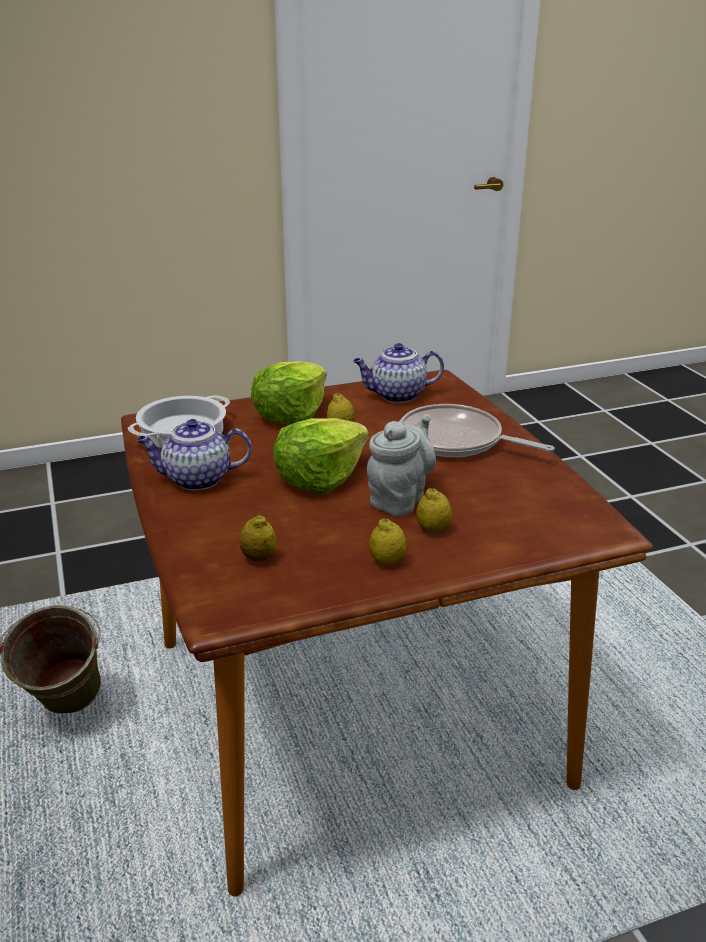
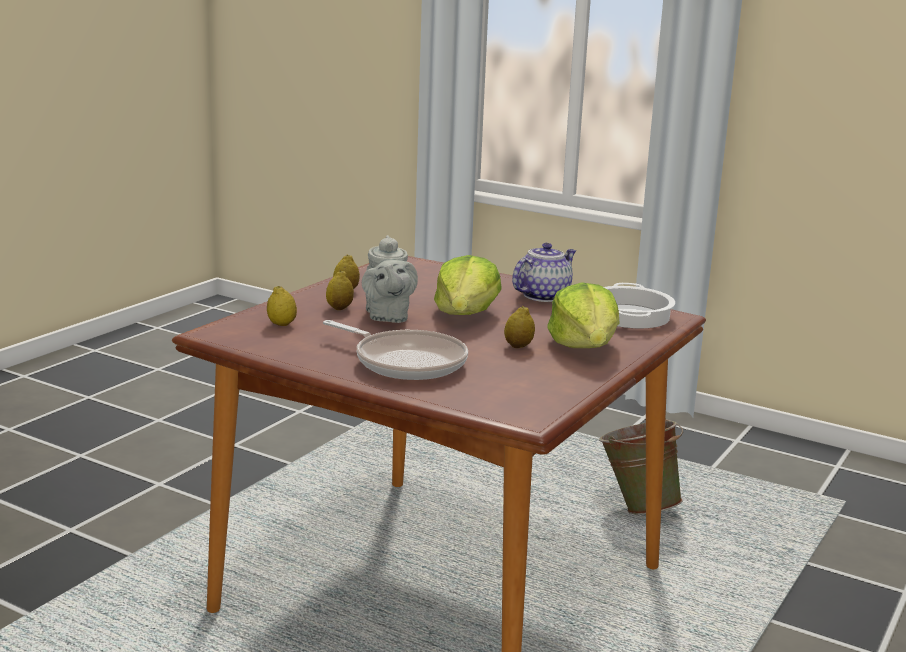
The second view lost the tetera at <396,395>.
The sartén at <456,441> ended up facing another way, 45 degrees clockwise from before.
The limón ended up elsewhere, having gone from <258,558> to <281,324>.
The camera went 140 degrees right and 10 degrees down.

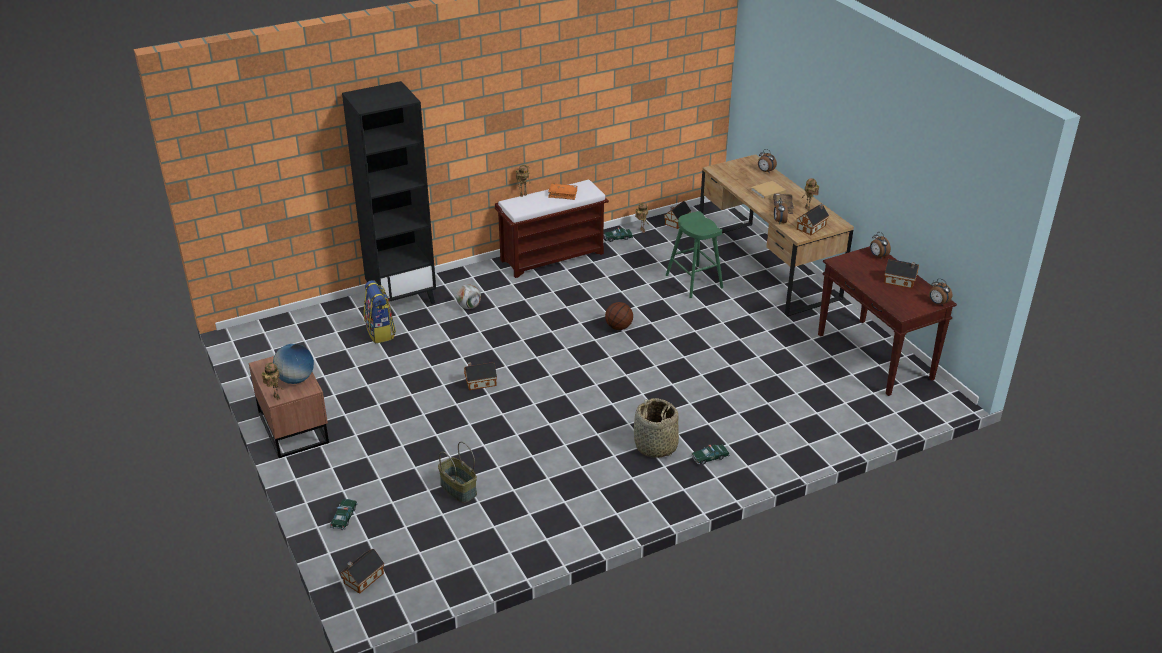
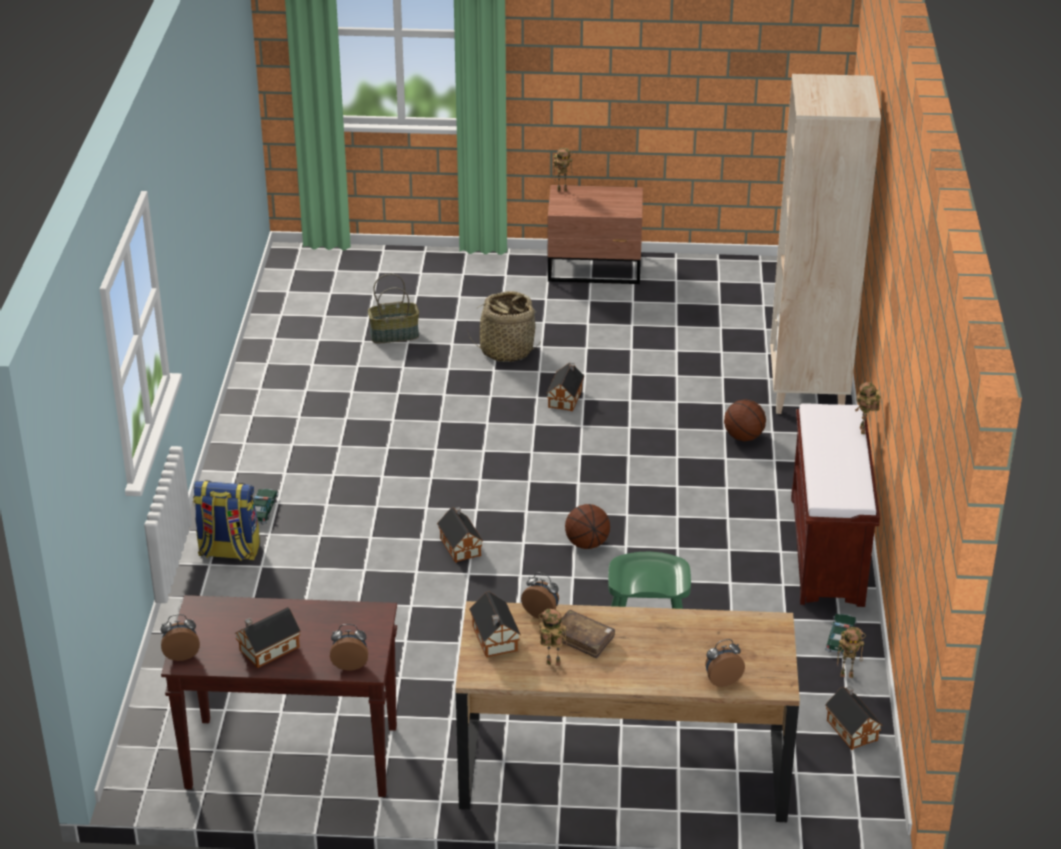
What was the estantería/negro at <402,298> turned into the estantería/beis at <808,392>.
The second view lost the libro/beis at <767,191>.
The second view lost the libro/naranja at <563,194>.
The mochila ended up elsewhere, having gone from <381,332> to <228,551>.
Where the balón de fútbol stood at <469,306>, the balón de baloncesto came to stand at <744,437>.
The second view lost the globo terráqueo at <296,379>.
The cesta ended up elsewhere, having gone from <656,446> to <506,350>.
The second view lost the coche de juguete at <344,517>.
The casita ended up elsewhere, having gone from <362,579> to <460,545>.
The camera went 120 degrees right and 0 degrees up.

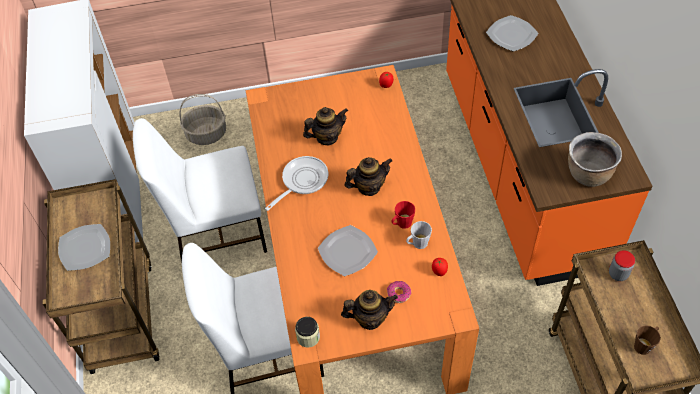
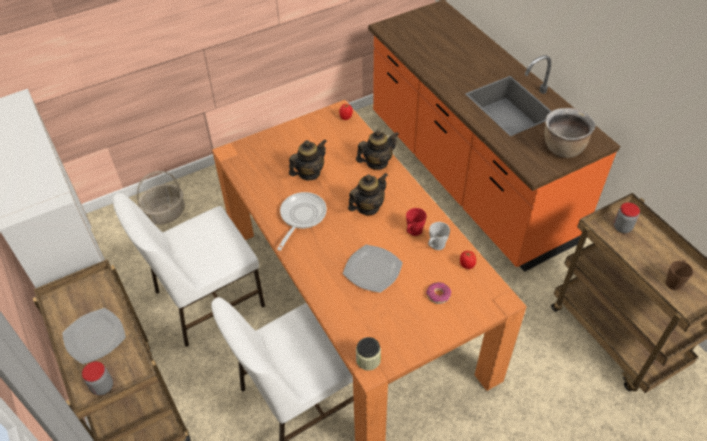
The second view lost the plato at <512,35>.
The tetera ended up elsewhere, having gone from <369,318> to <377,162>.
The second view gained the tarro at <102,387>.
The camera went 20 degrees left and 5 degrees down.

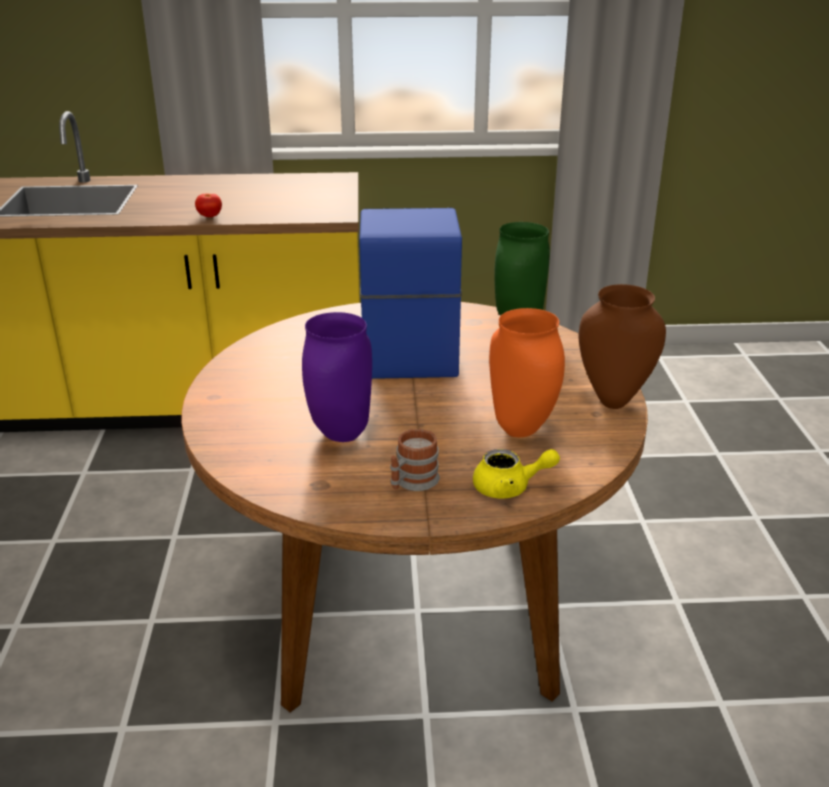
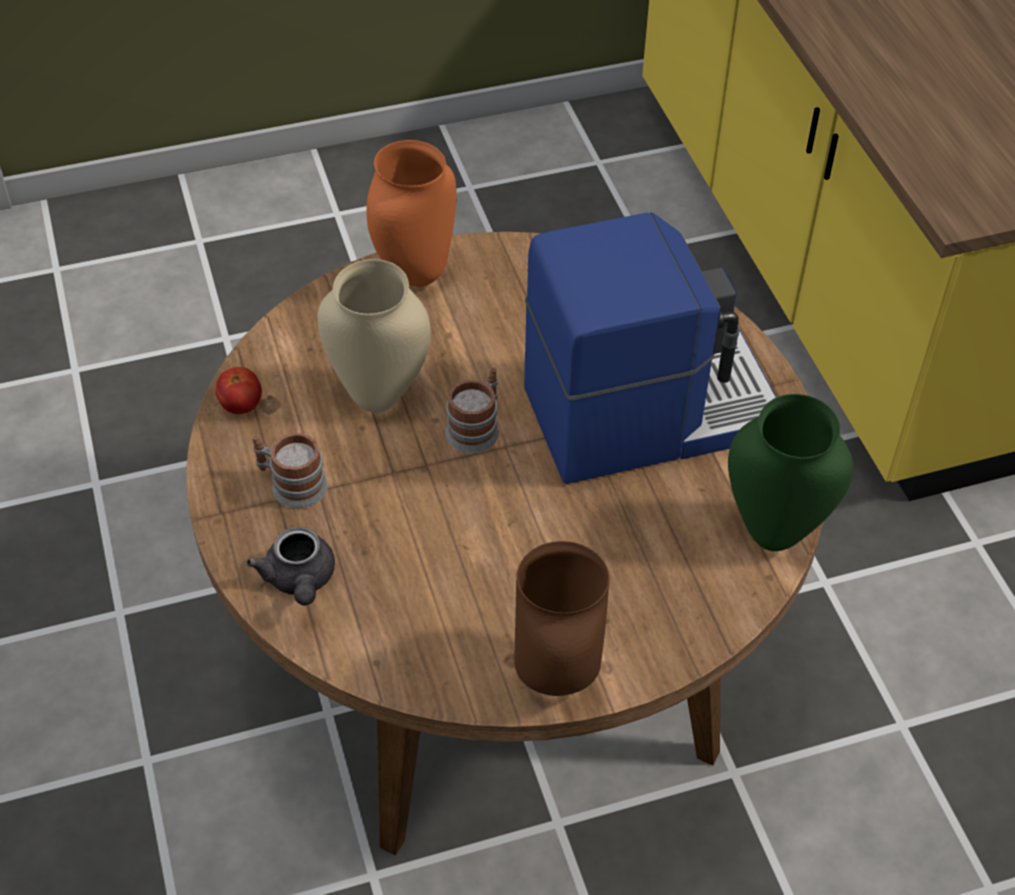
The tomate ended up elsewhere, having gone from <210,216> to <241,405>.
The florero/naranja ended up elsewhere, having gone from <520,430> to <414,273>.
What was the florero/morado at <342,435> turned into the florero/beis at <378,398>.
What was the tetera/amarillo at <509,487> turned into the tetera/gris at <299,581>.
The second view gained the taza grande at <477,427>.
The camera went 75 degrees right and 20 degrees up.

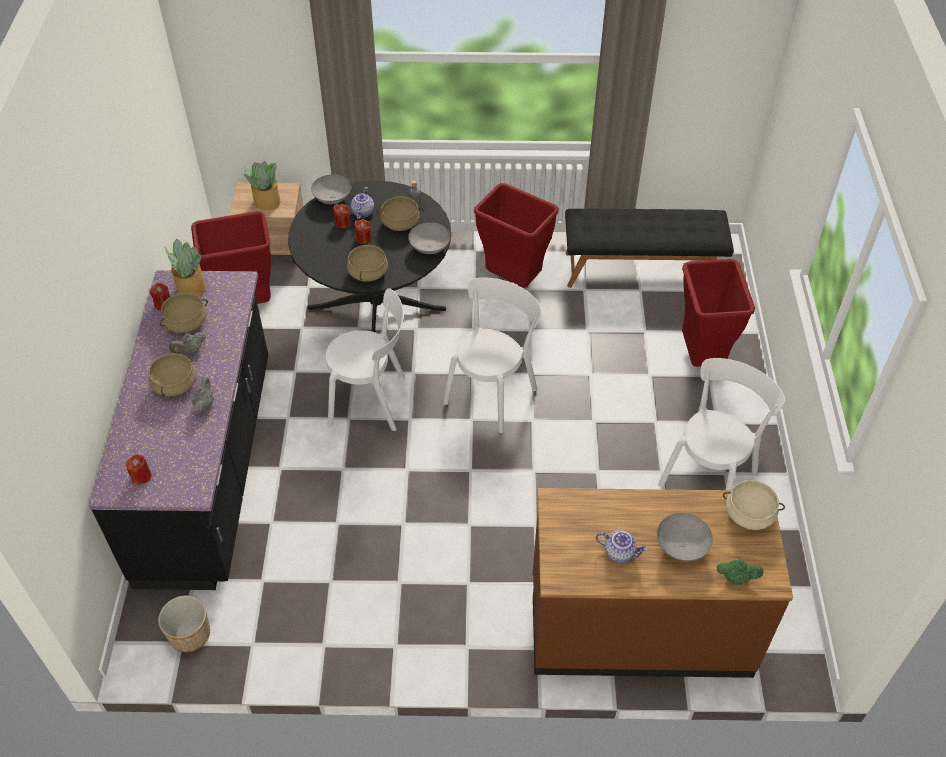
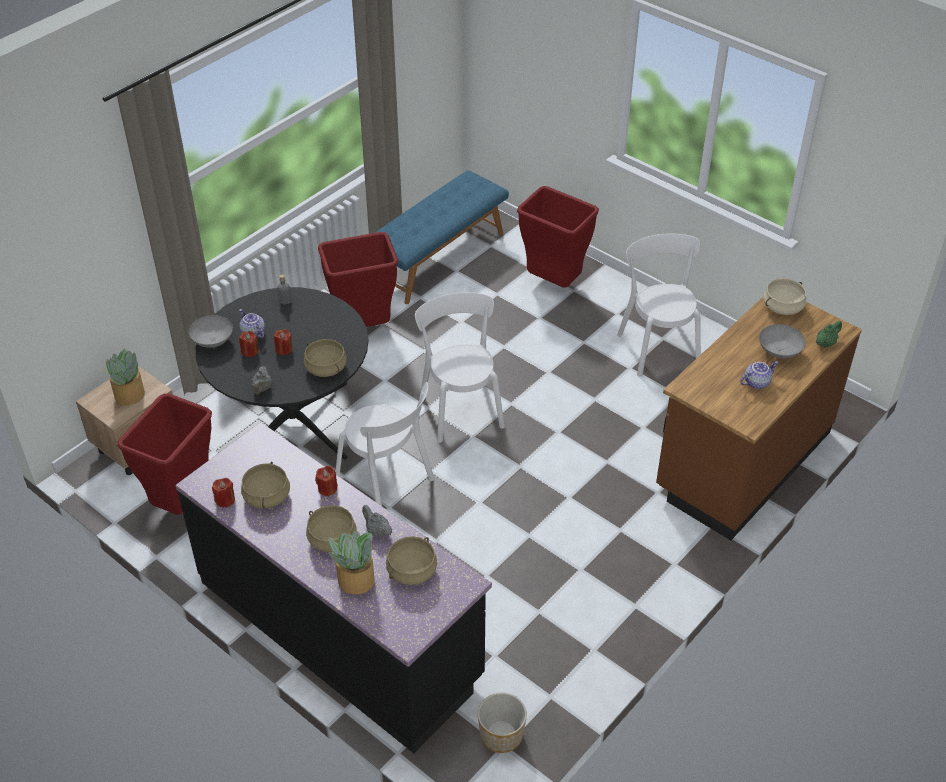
The olla/beis ended up elsewhere, having gone from <400,223> to <411,570>.
What was the banco/negro at <641,269> turned into the banco/azul at <438,257>.
The second view lost the cuenco/gris at <429,247>.
The planta en maceta ended up elsewhere, having gone from <191,288> to <355,580>.
The silla/blanco at <371,401> ended up facing another way, 90 degrees clockwise from before.
The tetera/gris ended up elsewhere, having gone from <190,352> to <262,389>.
The vela/rojo ended up elsewhere, having gone from <141,476> to <327,488>.
The camera went 50 degrees left and 5 degrees down.

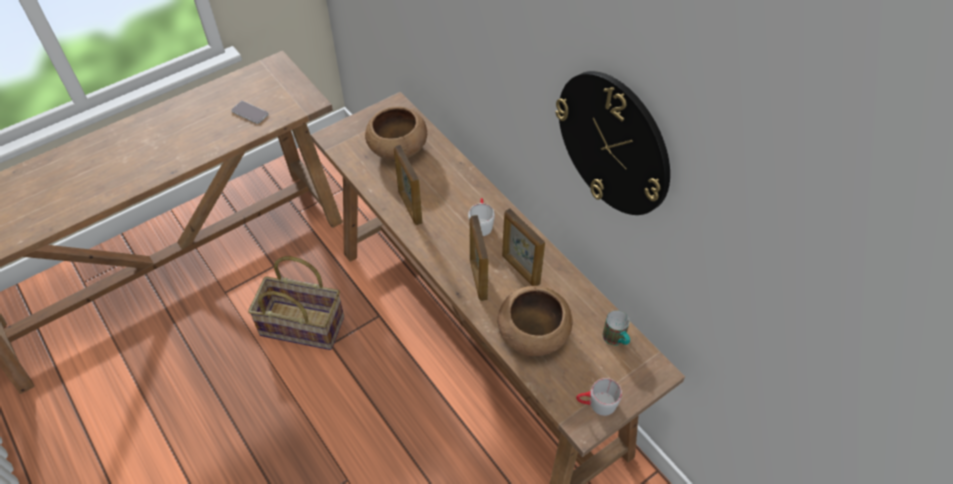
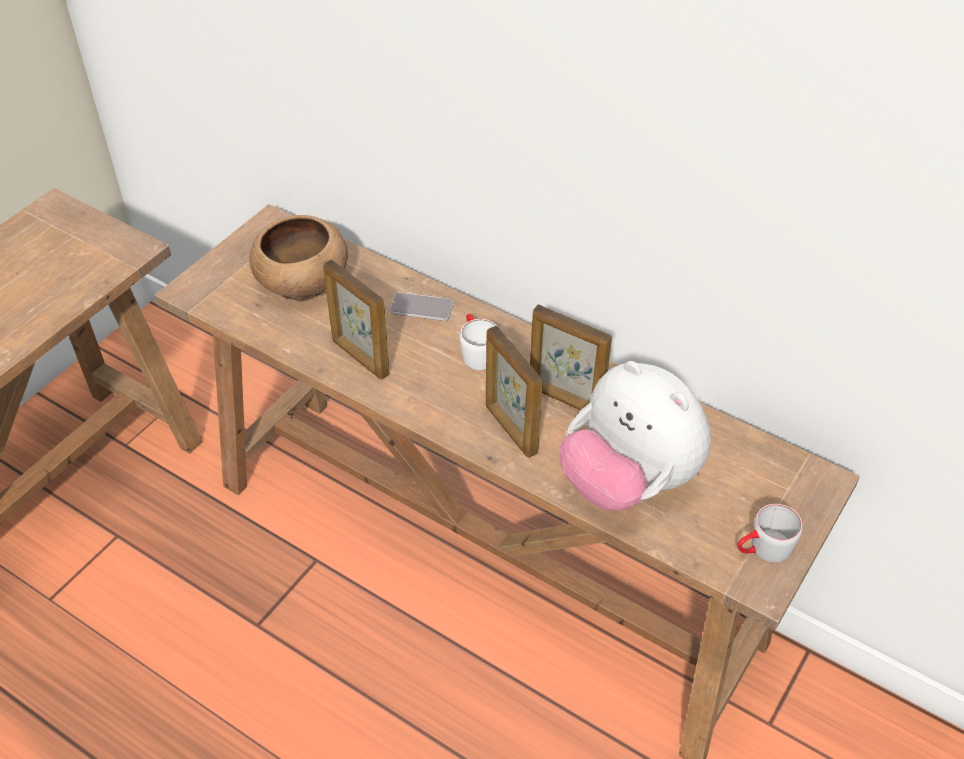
The second view lost the reloj de pared at <613,143>.
The móvil ended up elsewhere, having gone from <250,113> to <421,308>.
The second view lost the cesta at <303,325>.
Where the cuenco/marrón stood at <534,334>, the peluche came to stand at <628,481>.
The second view lost the taza grande at <616,340>.
The camera went 20 degrees left and 5 degrees down.

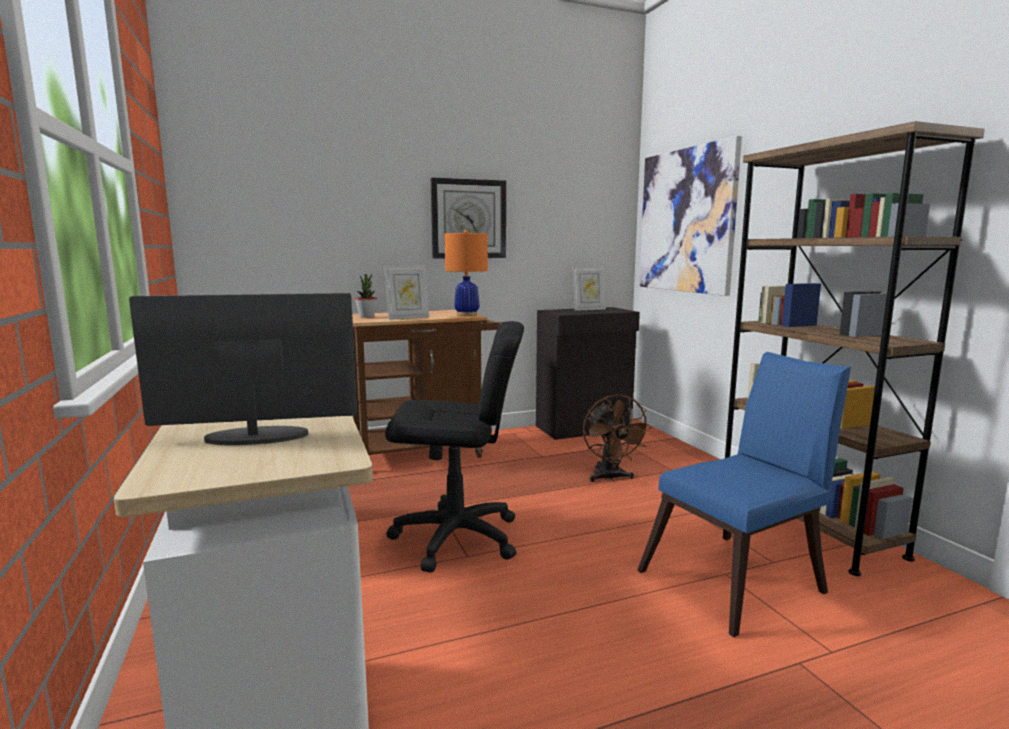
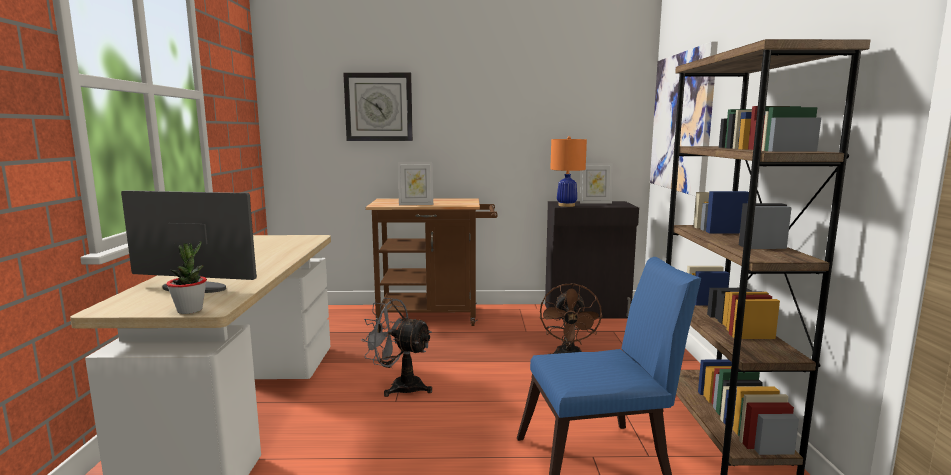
The reloj de pared ended up elsewhere, having gone from <468,219> to <378,107>.
The lámpara de mesa/naranja ended up elsewhere, having gone from <466,315> to <566,205>.
The planta en maceta ended up elsewhere, having gone from <366,316> to <190,310>.
Where the silla de oficina/negro stood at <456,538>, the ventilador/gris came to stand at <399,386>.
The camera went 20 degrees right and 0 degrees up.

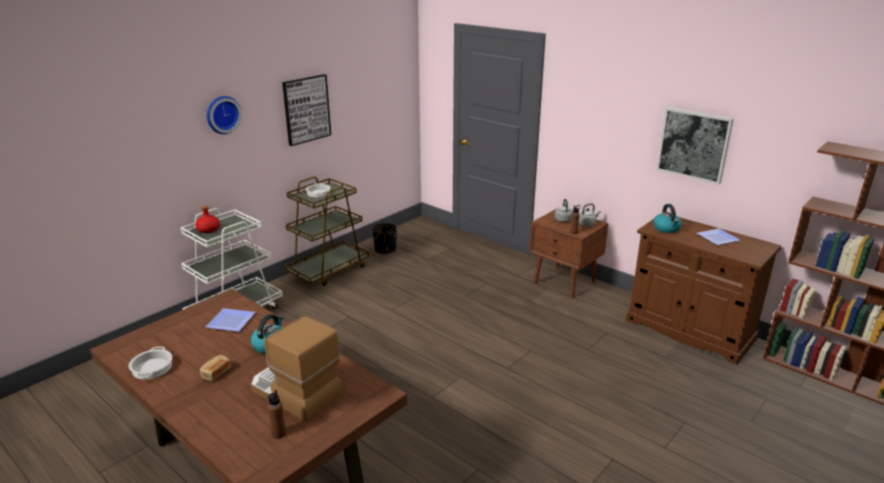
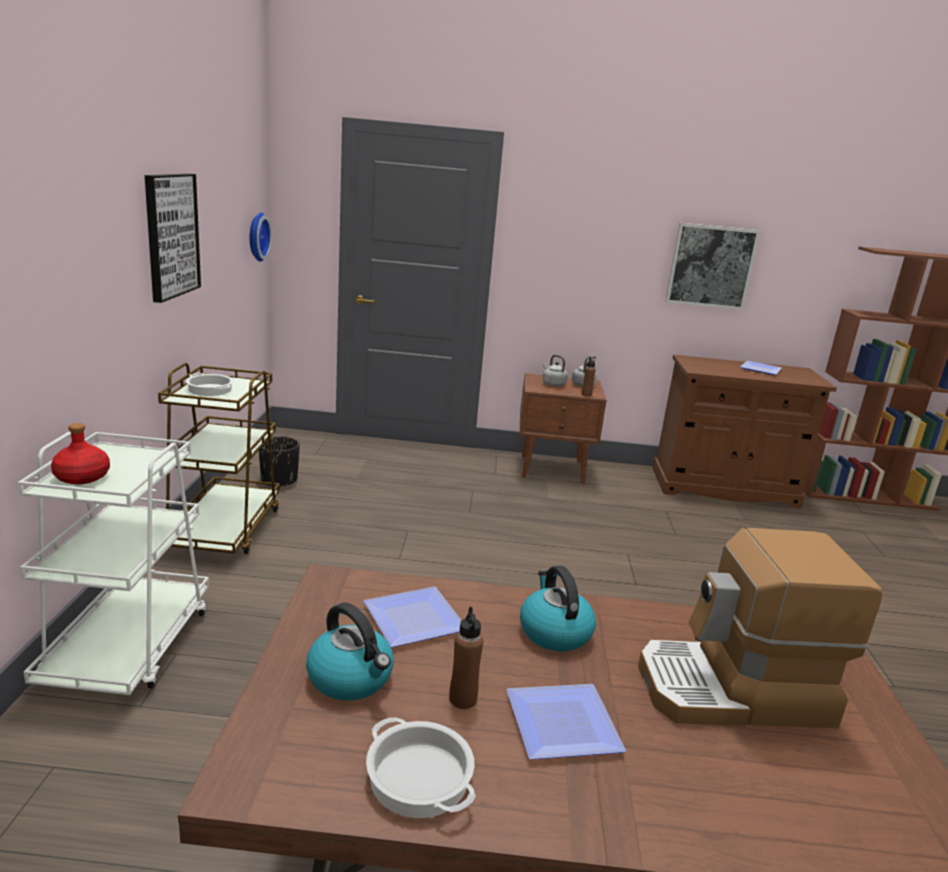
The reloj de pared ended up elsewhere, having gone from <222,114> to <256,236>.
The hervidor ended up elsewhere, having gone from <666,229> to <351,678>.
Where the pan stood at <215,373>, the plato came to stand at <558,722>.
The botella/marrón ended up elsewhere, having gone from <278,434> to <462,699>.
The camera went 40 degrees left and 5 degrees down.

